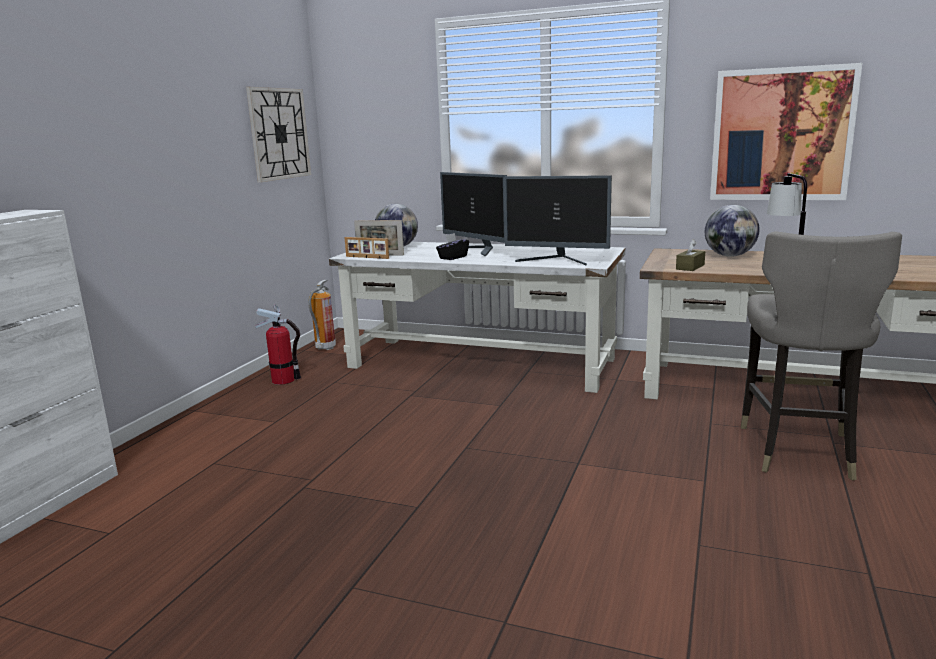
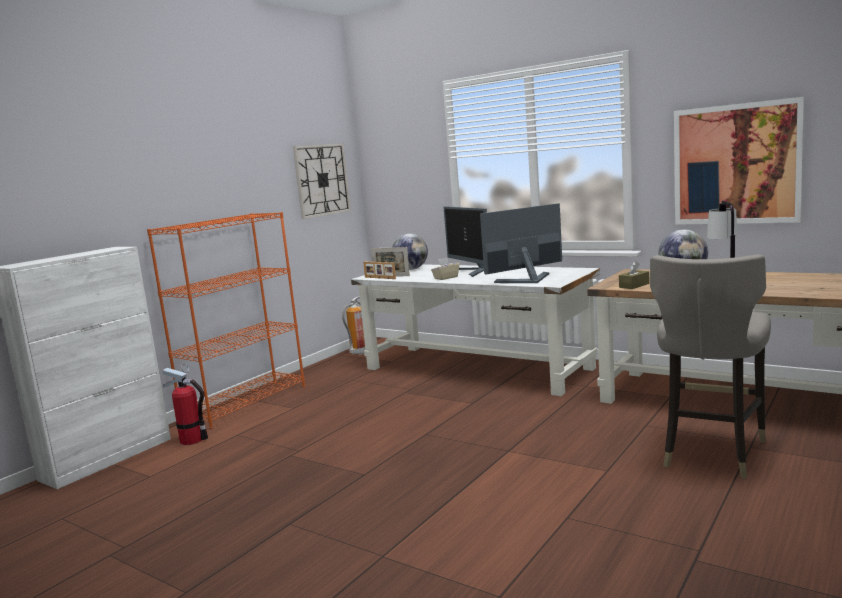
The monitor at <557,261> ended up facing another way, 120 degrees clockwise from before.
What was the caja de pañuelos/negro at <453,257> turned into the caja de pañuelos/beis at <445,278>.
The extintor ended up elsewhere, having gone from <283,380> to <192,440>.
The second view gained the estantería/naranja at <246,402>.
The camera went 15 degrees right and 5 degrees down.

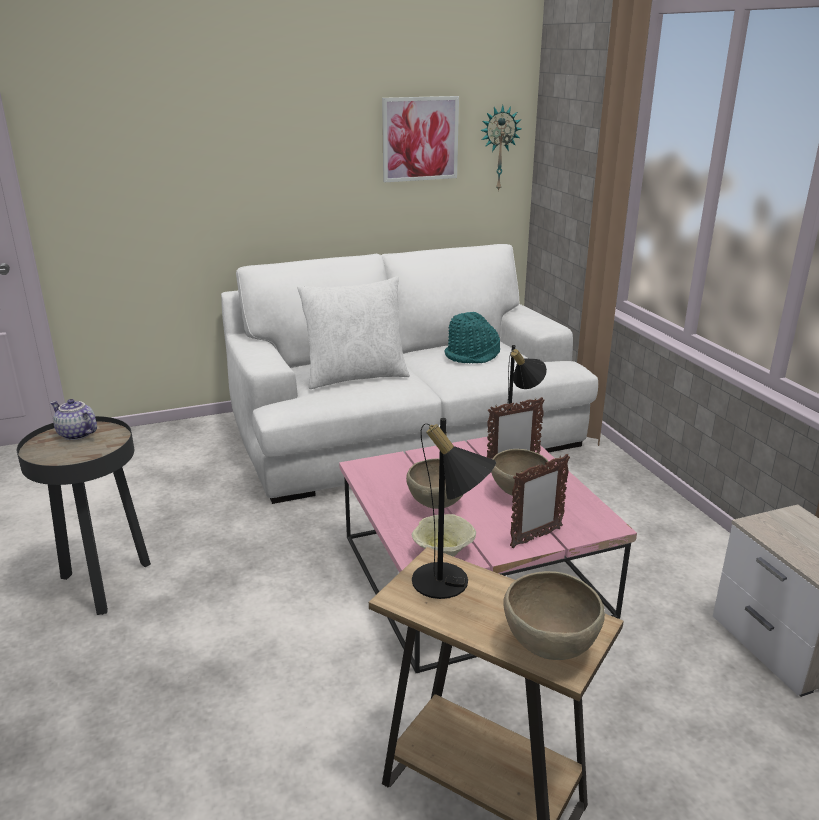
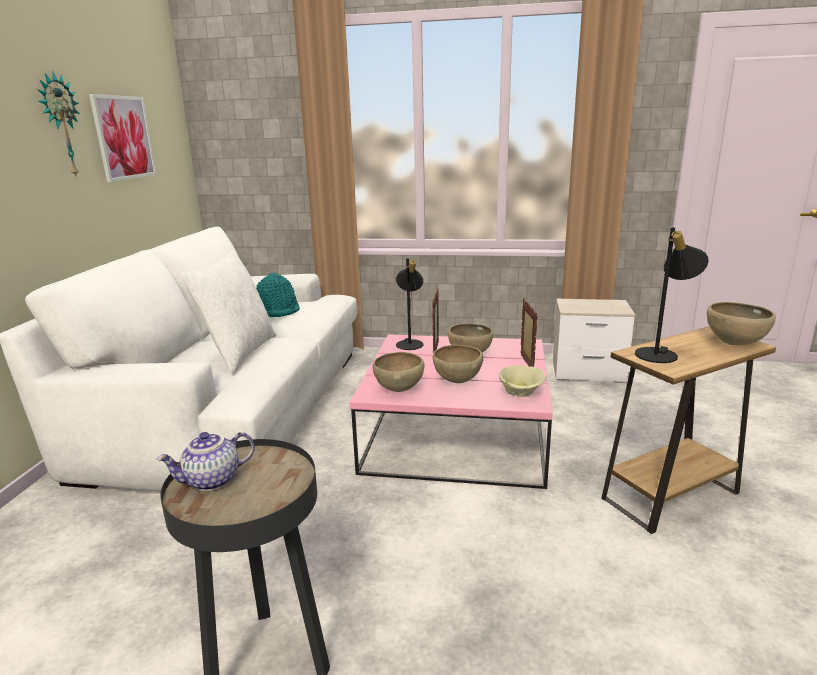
The reloj de pared ended up elsewhere, having gone from <498,148> to <61,126>.
The second view gained the cuenco/marrón at <399,389>.
The camera went 60 degrees left and 5 degrees down.

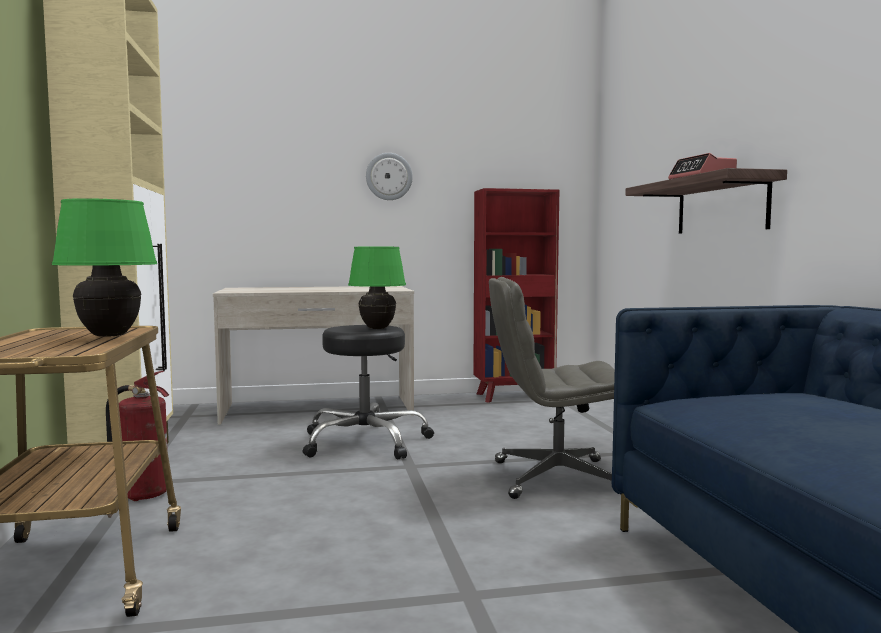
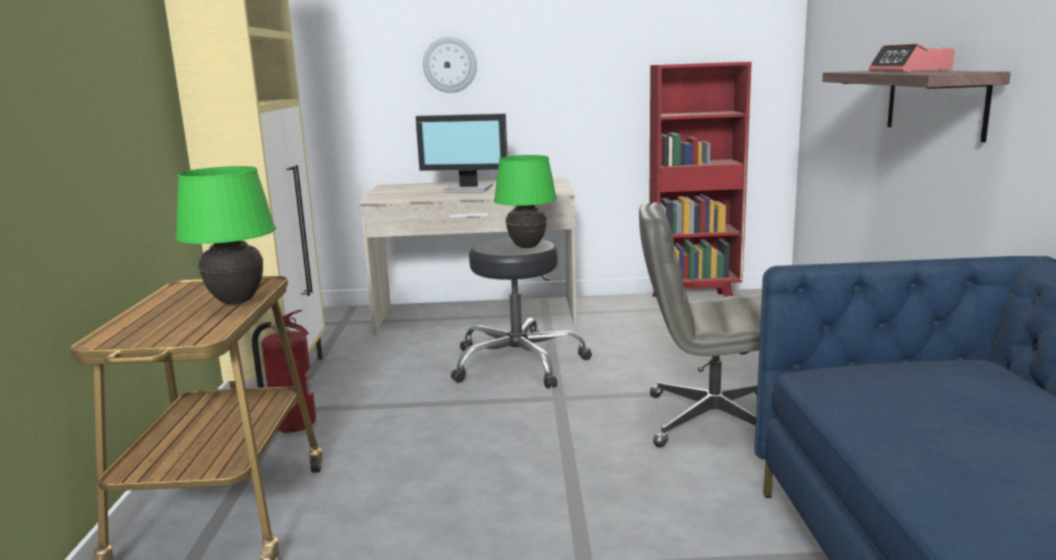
The reloj de pared ended up elsewhere, having gone from <389,176> to <450,65>.
The second view gained the monitor at <469,189>.
The camera went 10 degrees right and 10 degrees up.

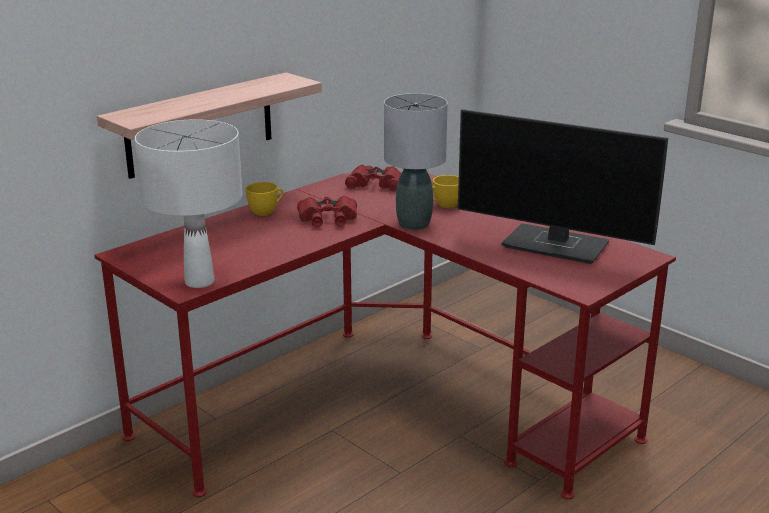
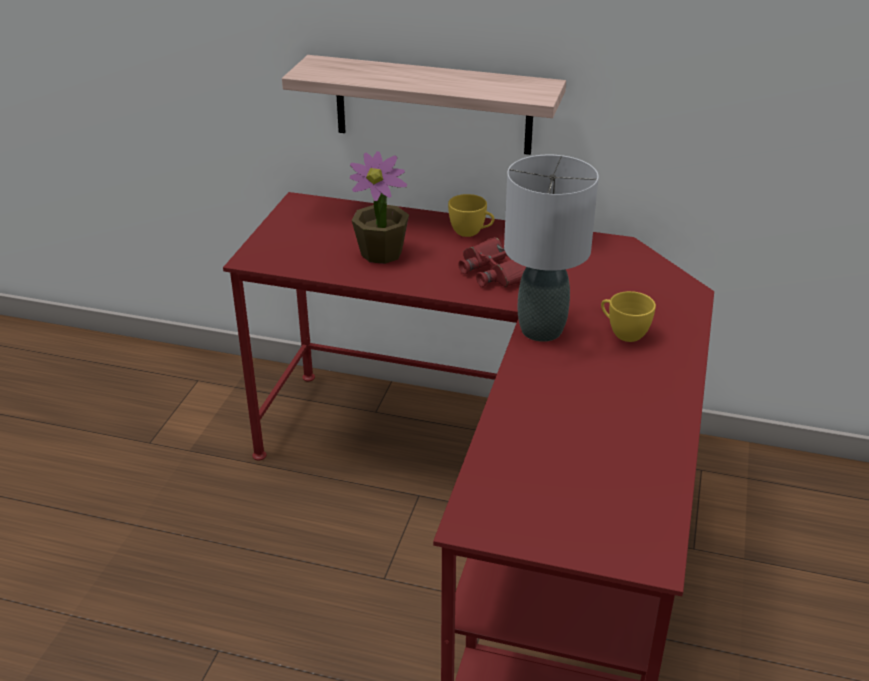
The second view lost the monitor at <557,245>.
The second view lost the lámpara de mesa/blanco at <199,282>.
The second view lost the prismáticos/rojo at <375,184>.
The second view gained the planta en maceta at <382,253>.
The camera went 60 degrees right and 10 degrees up.

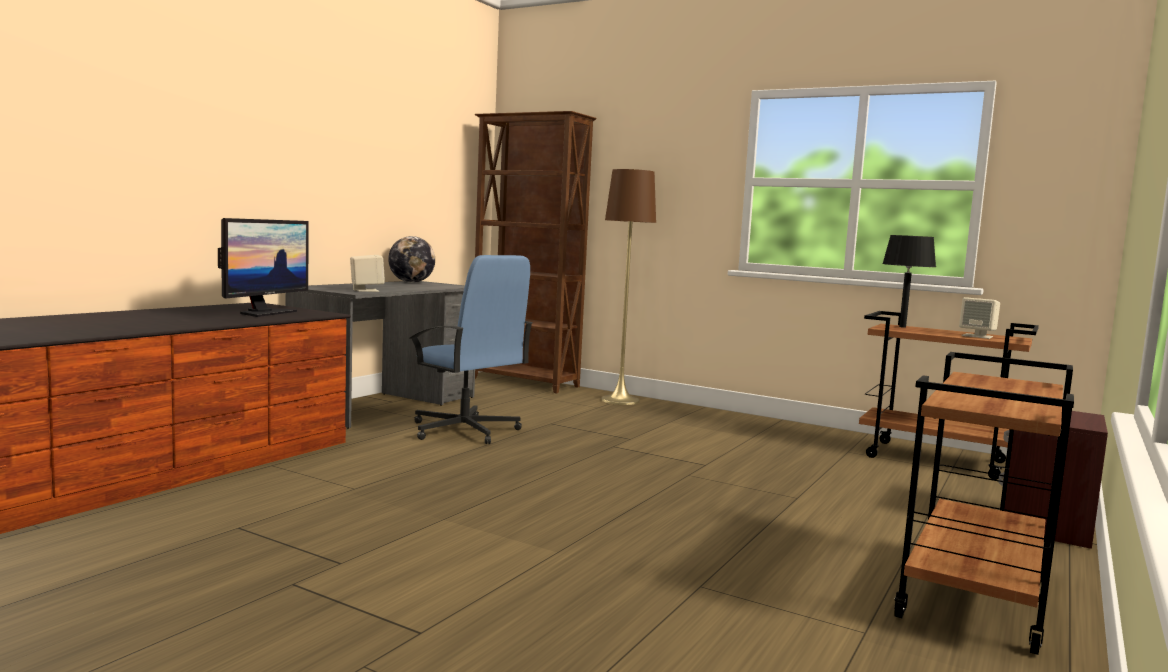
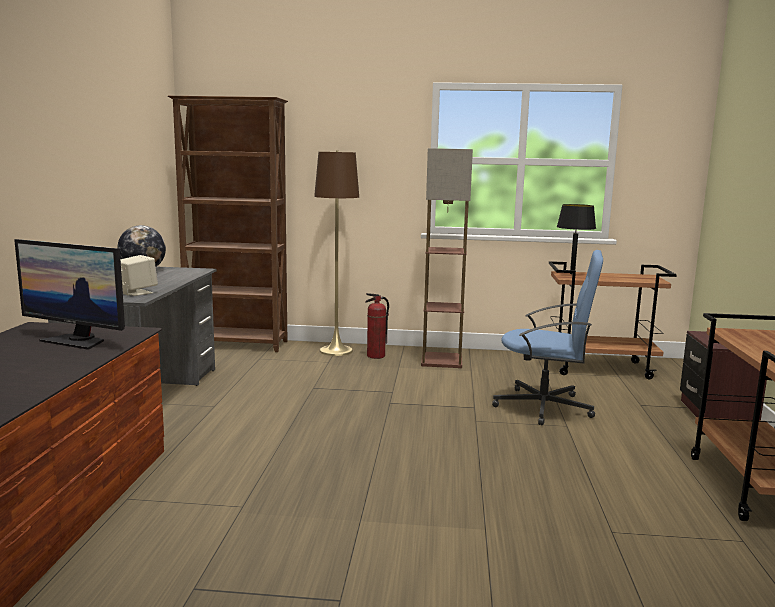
The monitor at <264,313> ended up facing another way, 120 degrees clockwise from before.
The silla de oficina/azul ended up elsewhere, having gone from <465,431> to <545,407>.
The second view lost the altavoz/beis at <977,336>.
The second view gained the lámpara de pie at <442,361>.
The second view gained the extintor at <376,356>.
The camera went 25 degrees left and 5 degrees up.

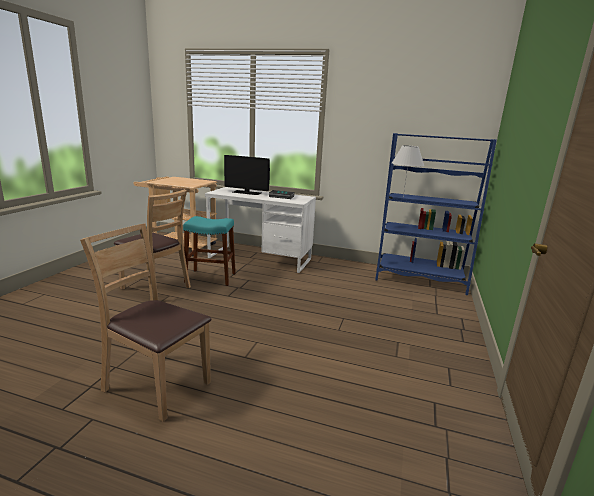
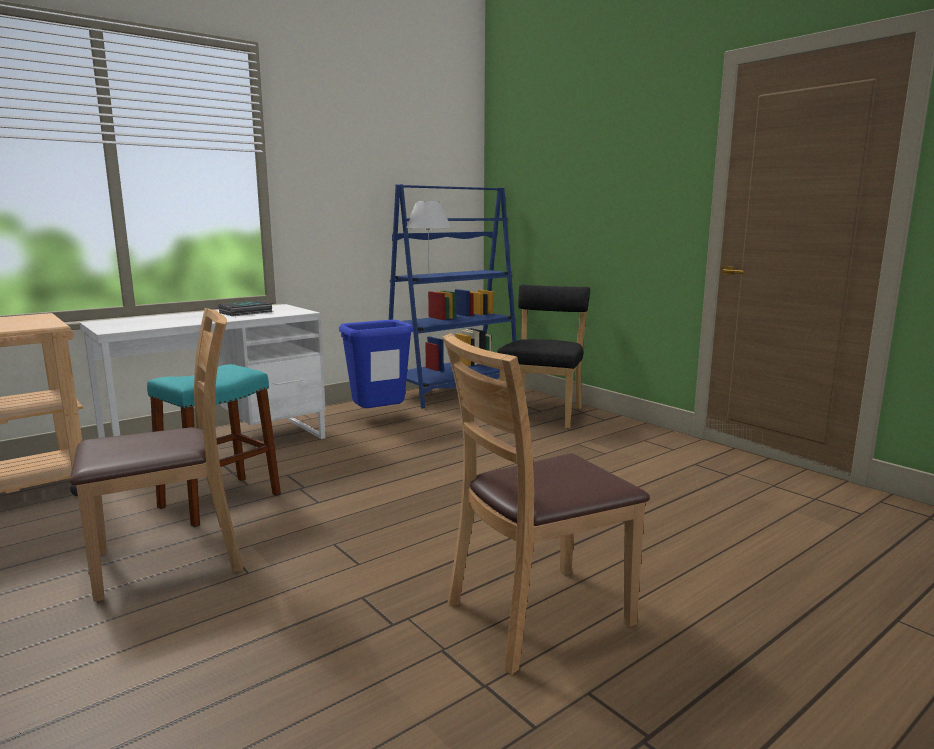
The second view lost the monitor at <247,192>.
The second view gained the silla/negro at <543,414>.
The second view gained the papelera/azul at <378,418>.
The camera went 55 degrees left and 5 degrees down.

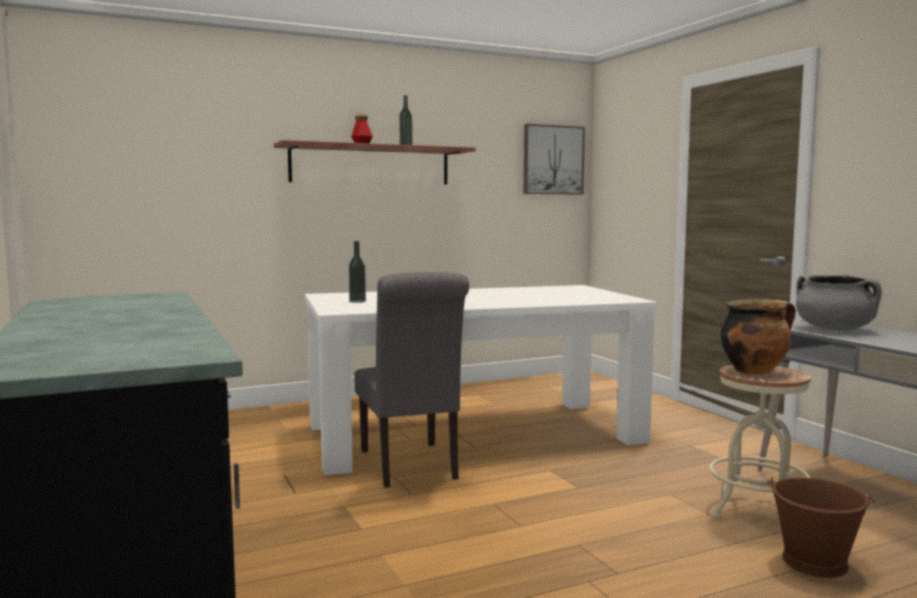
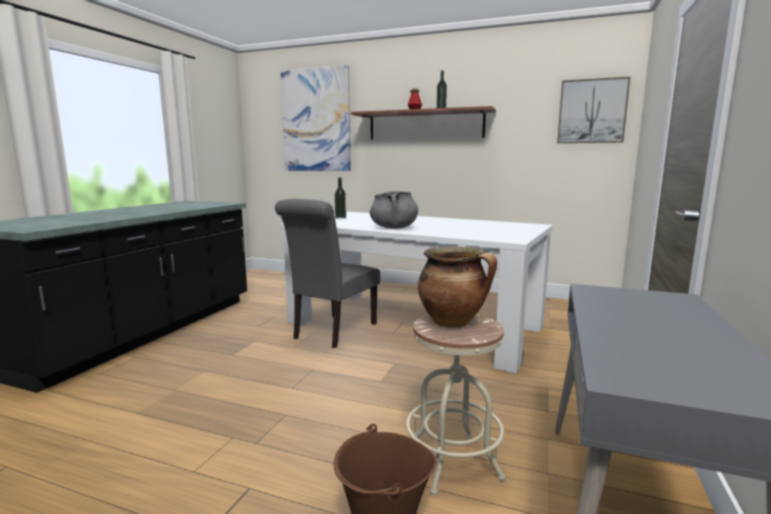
The olla/gris ended up elsewhere, having gone from <834,329> to <394,228>.
The second view gained the cuadro at <316,120>.
The camera went 45 degrees right and 5 degrees up.

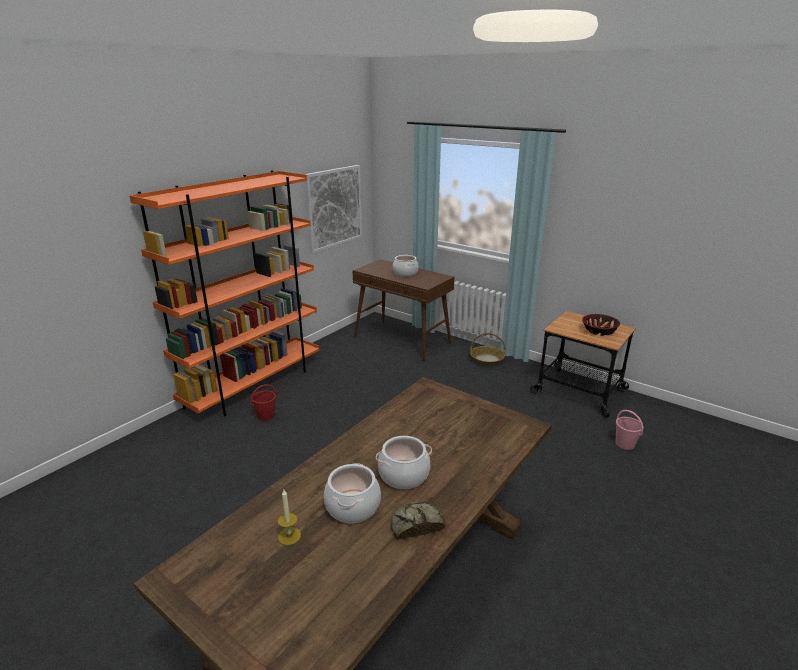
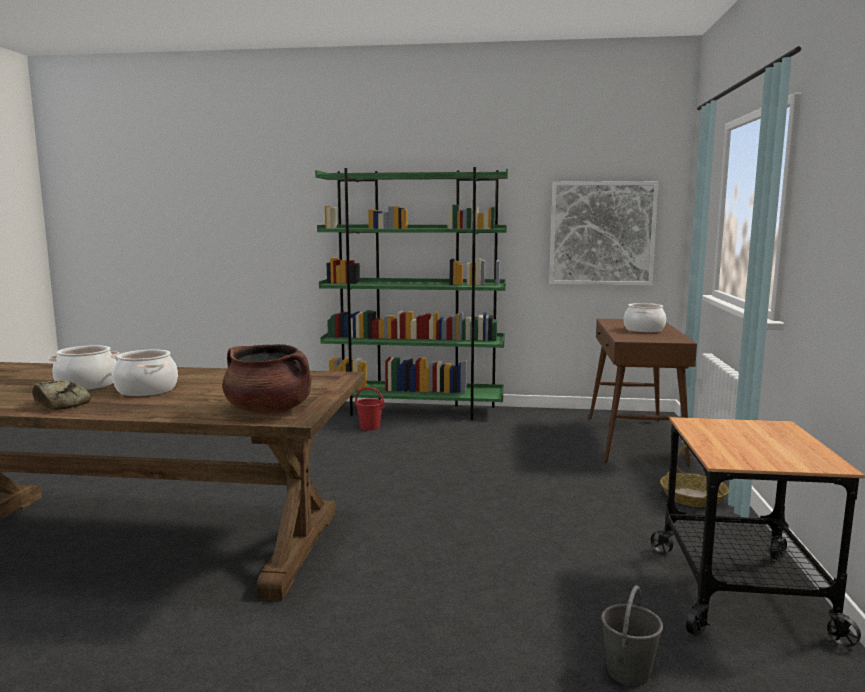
What was the estantería/naranja at <254,385> turned into the estantería/verde at <415,410>.
The second view lost the cuenco at <599,331>.
What was the cubo/rosa at <625,444> turned into the cubo/gris at <628,672>.
The second view lost the vela at <289,536>.
The second view gained the olla/marrón at <269,410>.
The camera went 60 degrees right and 15 degrees down.

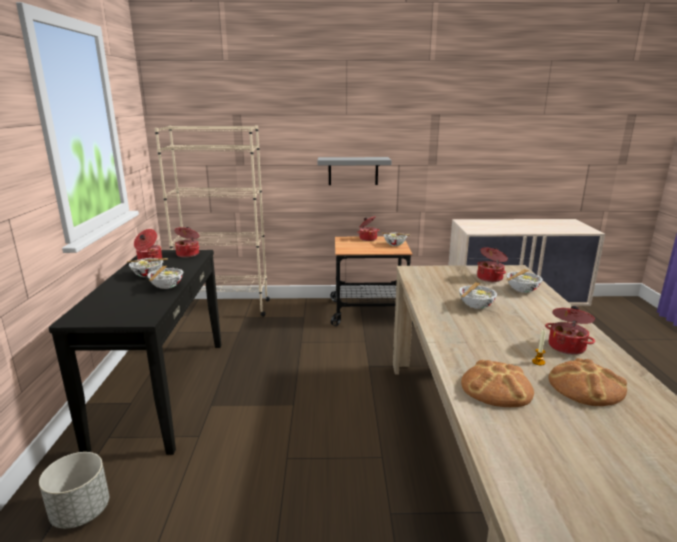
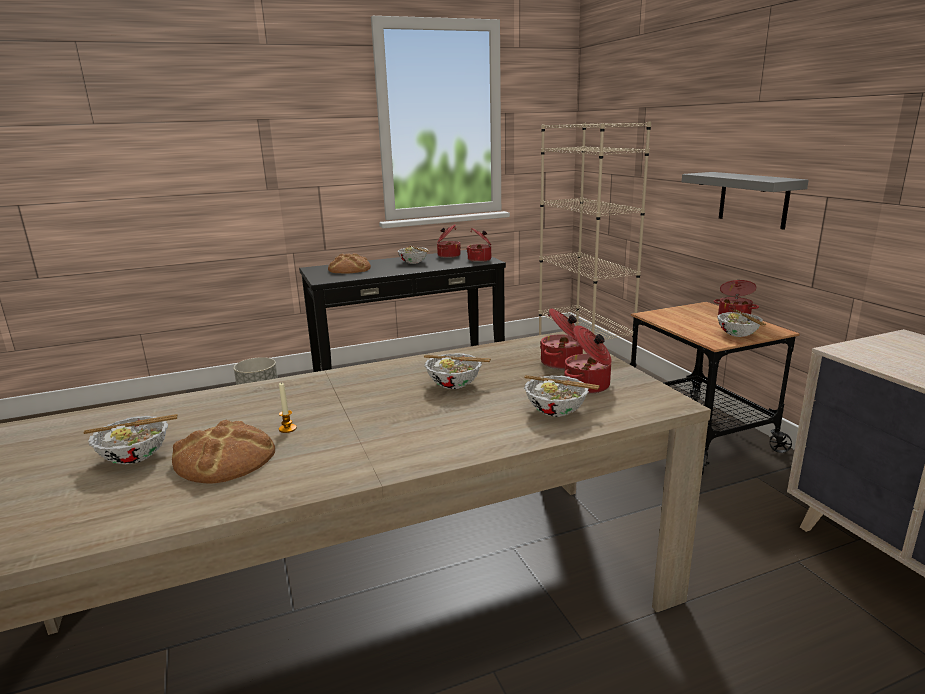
The cuenco ended up elsewhere, having gone from <166,286> to <135,456>.
The olla ended up elsewhere, having gone from <567,346> to <562,363>.
The pan ended up elsewhere, having gone from <496,388> to <349,269>.
The camera went 70 degrees right and 0 degrees up.

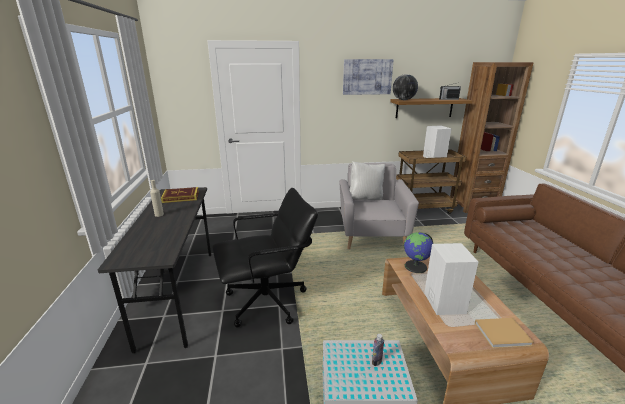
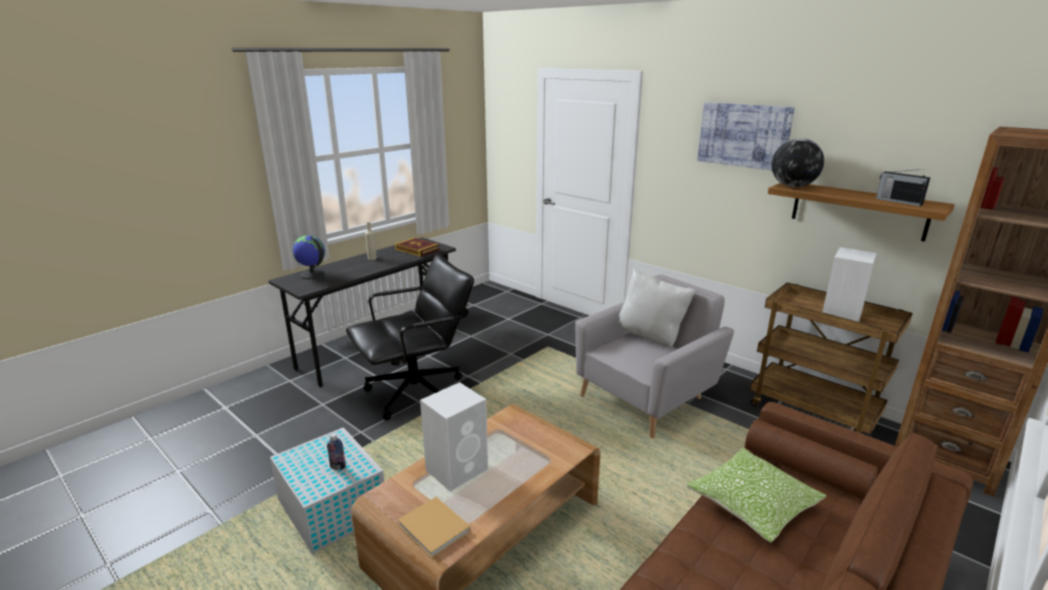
The silla de oficina/negro at <267,301> ended up facing another way, 60 degrees counterclockwise from before.
The globo terráqueo ended up elsewhere, having gone from <416,267> to <312,275>.
The second view gained the cojín at <752,504>.
The camera went 50 degrees right and 0 degrees up.

